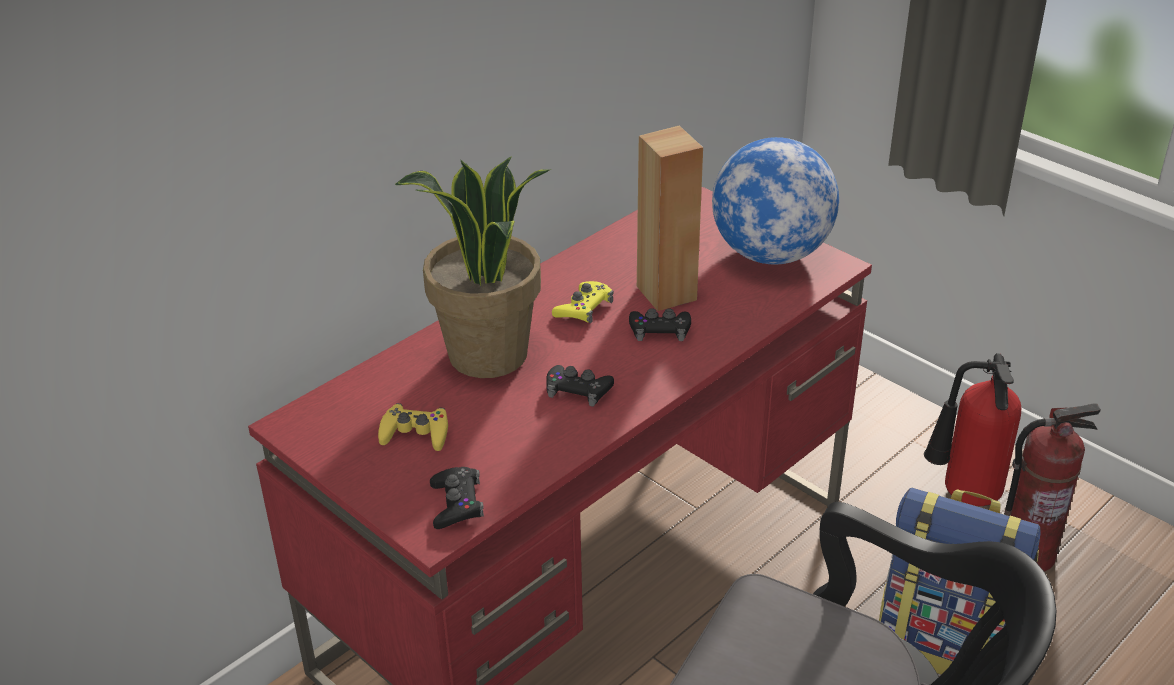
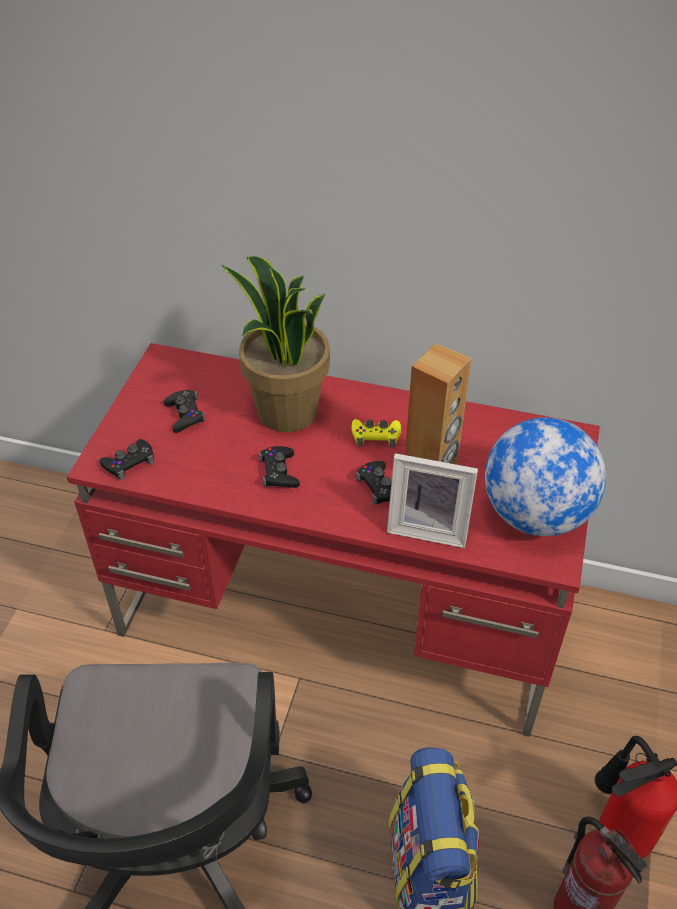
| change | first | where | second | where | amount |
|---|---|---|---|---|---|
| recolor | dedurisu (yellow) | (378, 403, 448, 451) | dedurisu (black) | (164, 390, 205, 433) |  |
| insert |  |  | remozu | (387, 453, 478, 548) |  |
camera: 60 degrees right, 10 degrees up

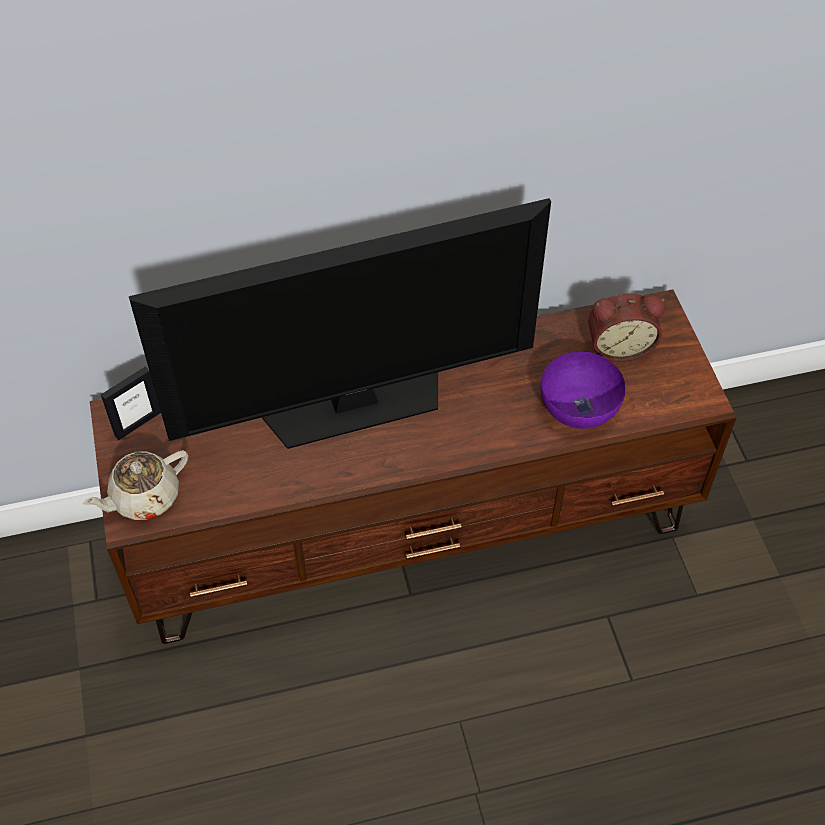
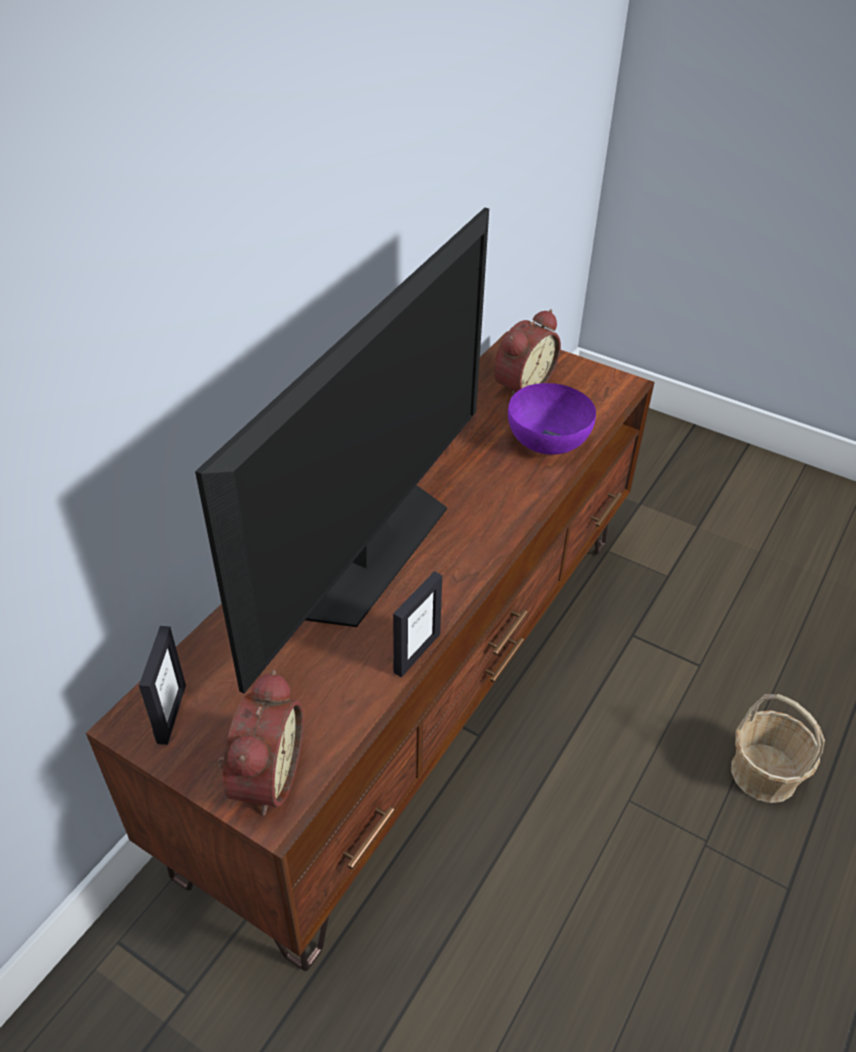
| change | first | where | second | where | amount |
|---|---|---|---|---|---|
| replace | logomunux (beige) | (83, 450, 188, 520) | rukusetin | (218, 670, 304, 816) |  |
| insert |  |  | remozu | (393, 571, 442, 677) |  |
| insert |  |  | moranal | (731, 694, 825, 803) |  |
camera: 45 degrees left, 10 degrees down

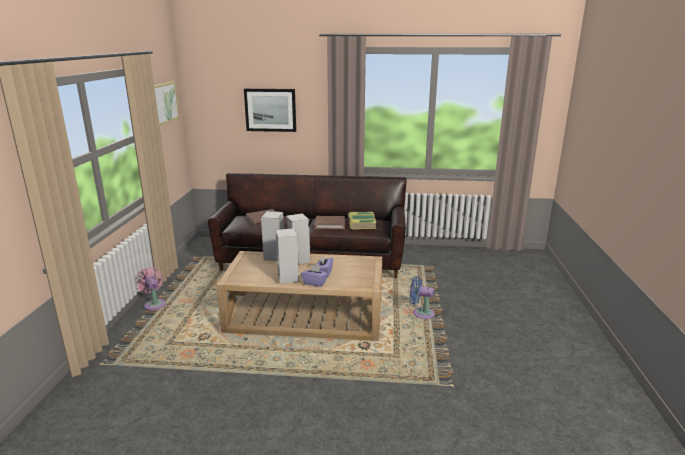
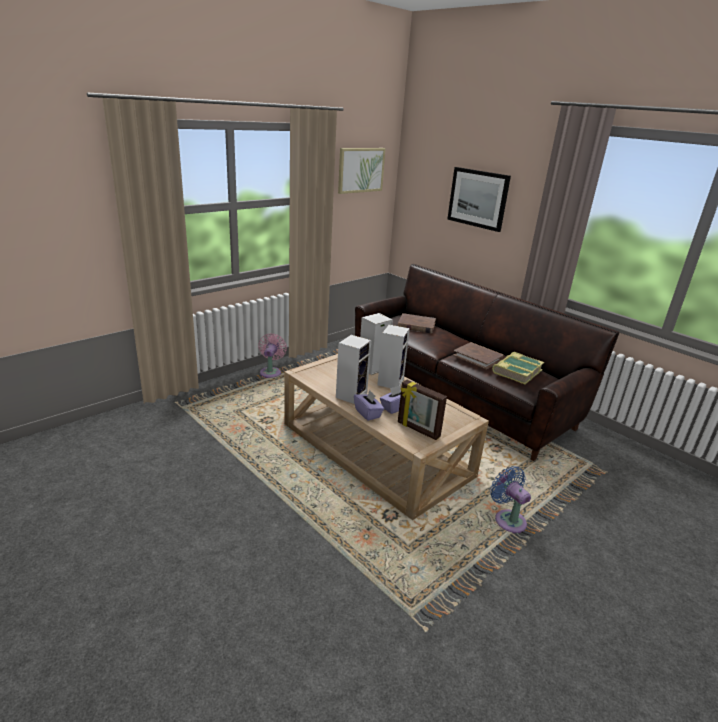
| change | first | where | second | where | amount |
|---|---|---|---|---|---|
| insert |  |  | remozu | (398, 380, 447, 440) |  |
camera: 40 degrees right, 5 degrees up

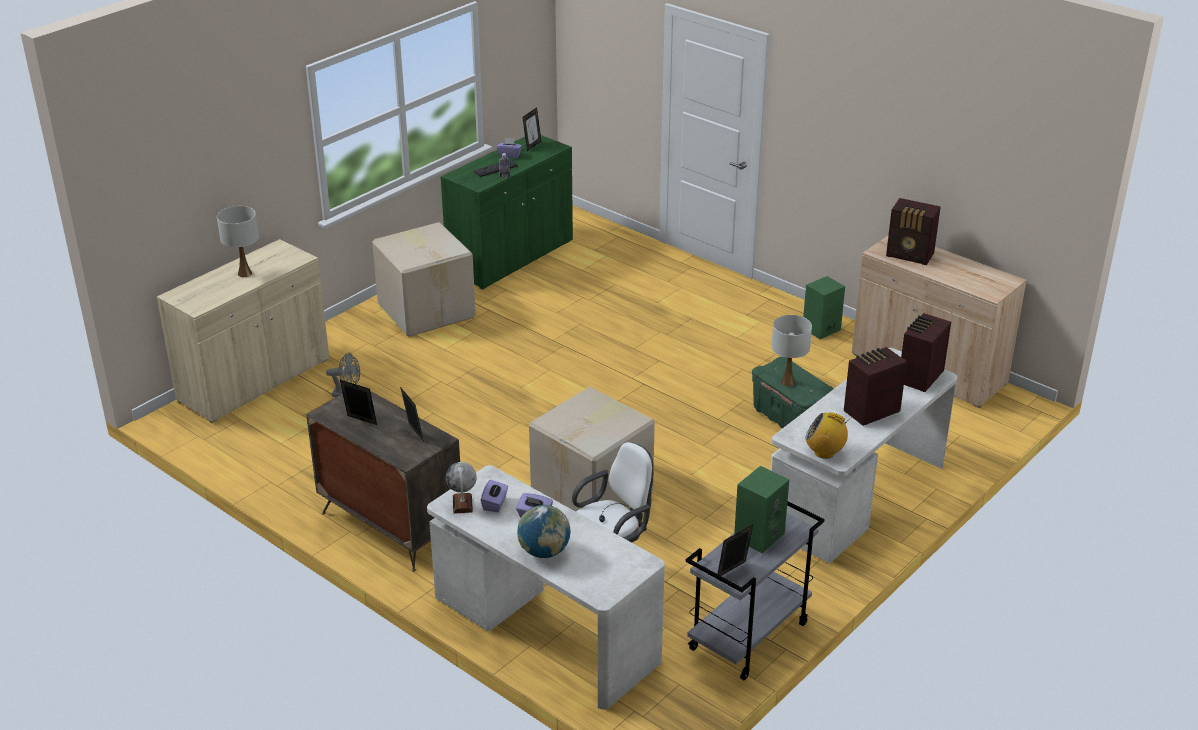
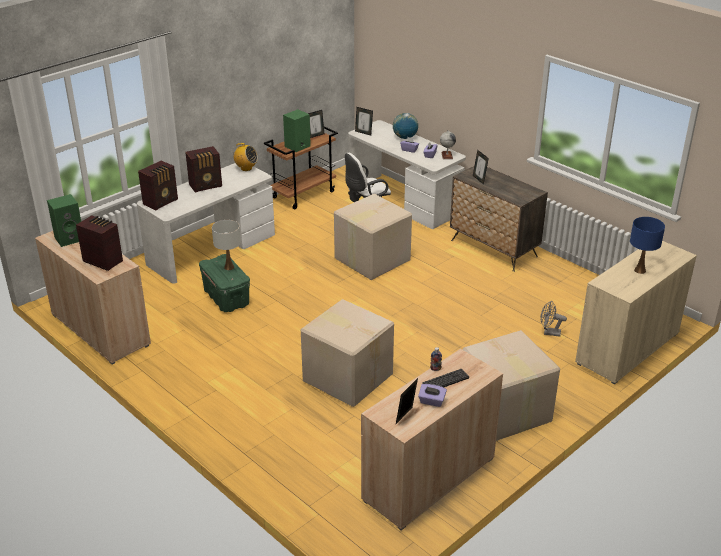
| change | first | where | second | where | amount |
|---|---|---|---|---|---|
| recolor | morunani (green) | (440, 135, 573, 290) | morunani (beige) | (361, 349, 503, 530) |  |
| recolor | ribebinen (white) | (217, 206, 259, 277) | ribebinen (blue) | (630, 217, 665, 274) |  |
| move | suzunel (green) | (803, 276, 845, 339) |  | (47, 194, 81, 247) |  |
| move | remozu | (340, 380, 377, 425) |  | (355, 107, 373, 136) |  |
| recolor | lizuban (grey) | (686, 501, 825, 680) | lizuban (brown) | (264, 126, 338, 209) |  |
| insert |  |  | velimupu | (301, 299, 394, 407) |  |
camera: 175 degrees left, 0 degrees up

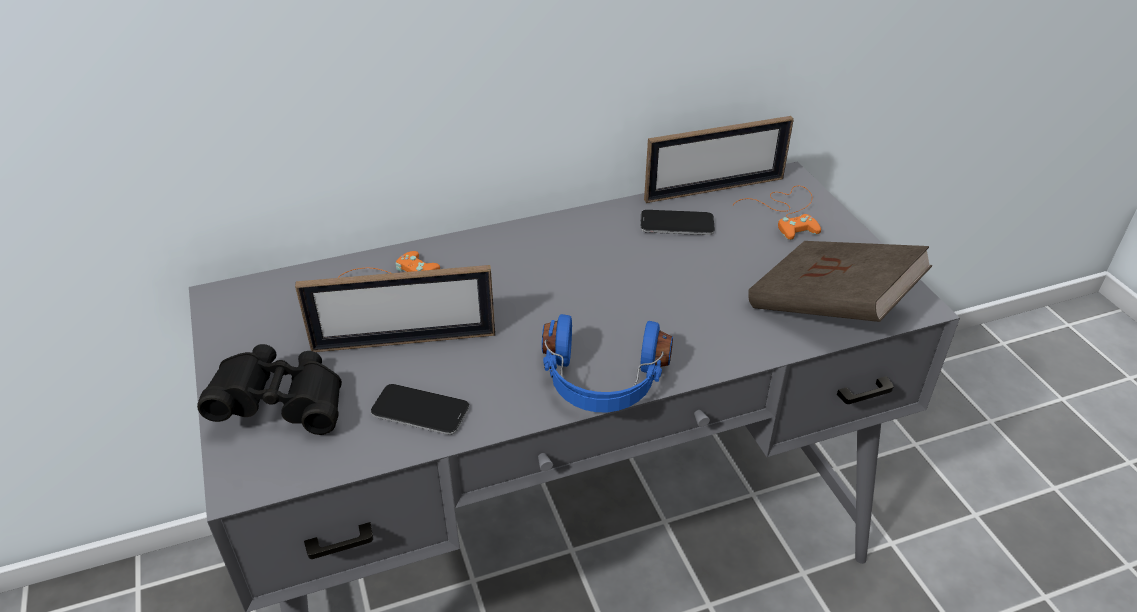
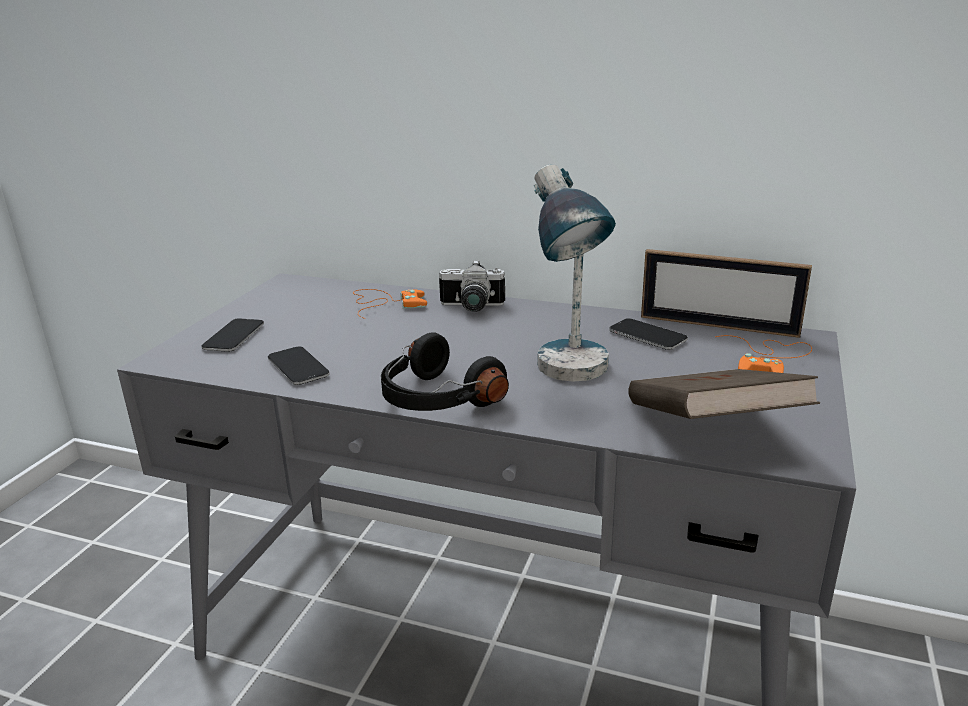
| change | first | where | second | where | amount |
|---|---|---|---|---|---|
| delete | remozu | (295, 265, 495, 352) |  |  |  |
| recolor | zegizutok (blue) | (542, 314, 673, 412) | zegizutok (black) | (381, 332, 509, 411) |  |
| replace | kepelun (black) | (197, 344, 342, 435) | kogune | (201, 319, 264, 352) |  |
| insert |  |  | ribebinen | (534, 165, 616, 382) |  |
| insert |  |  | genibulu | (439, 260, 505, 312) |  |
camera: 40 degrees right, 15 degrees down

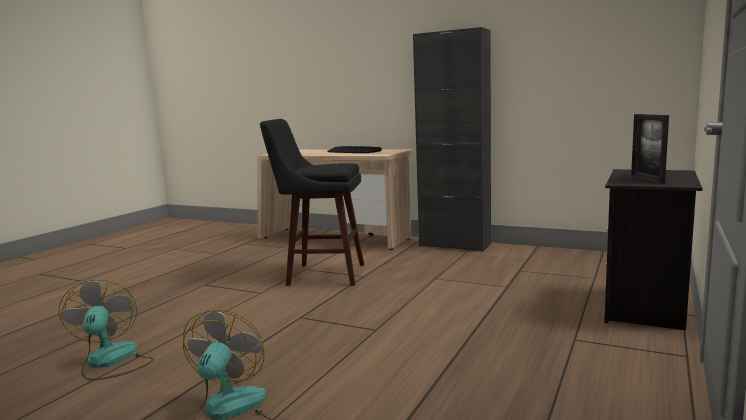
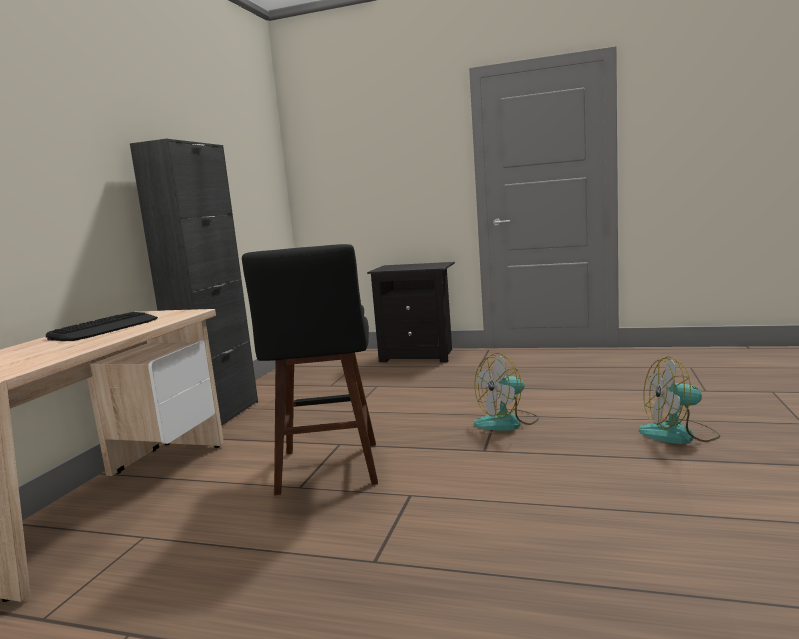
| change | first | where | second | where | amount |
|---|---|---|---|---|---|
| delete | remozu | (631, 114, 669, 184) |  |  |  |
| move | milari | (59, 279, 154, 381) |  | (474, 353, 539, 431) |  |
camera: 100 degrees left, 0 degrees up

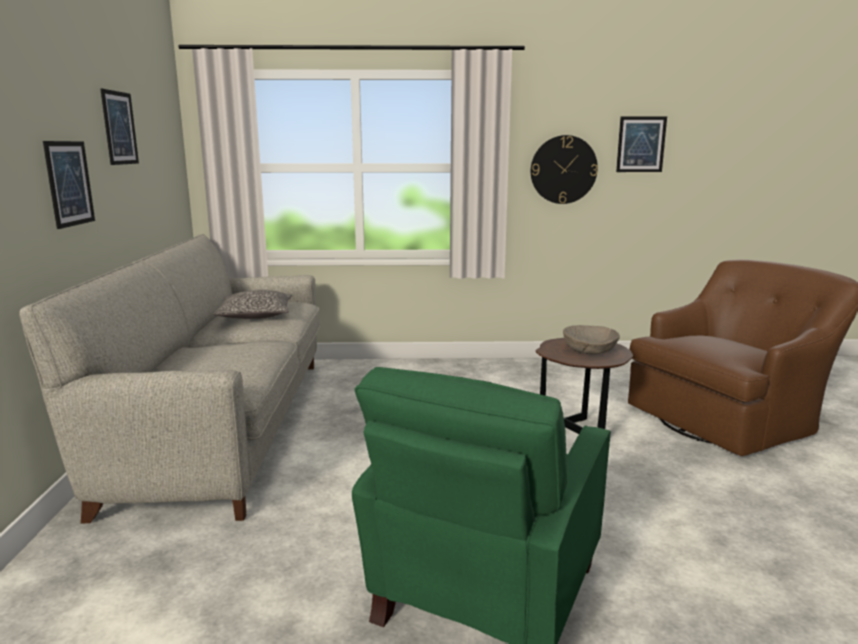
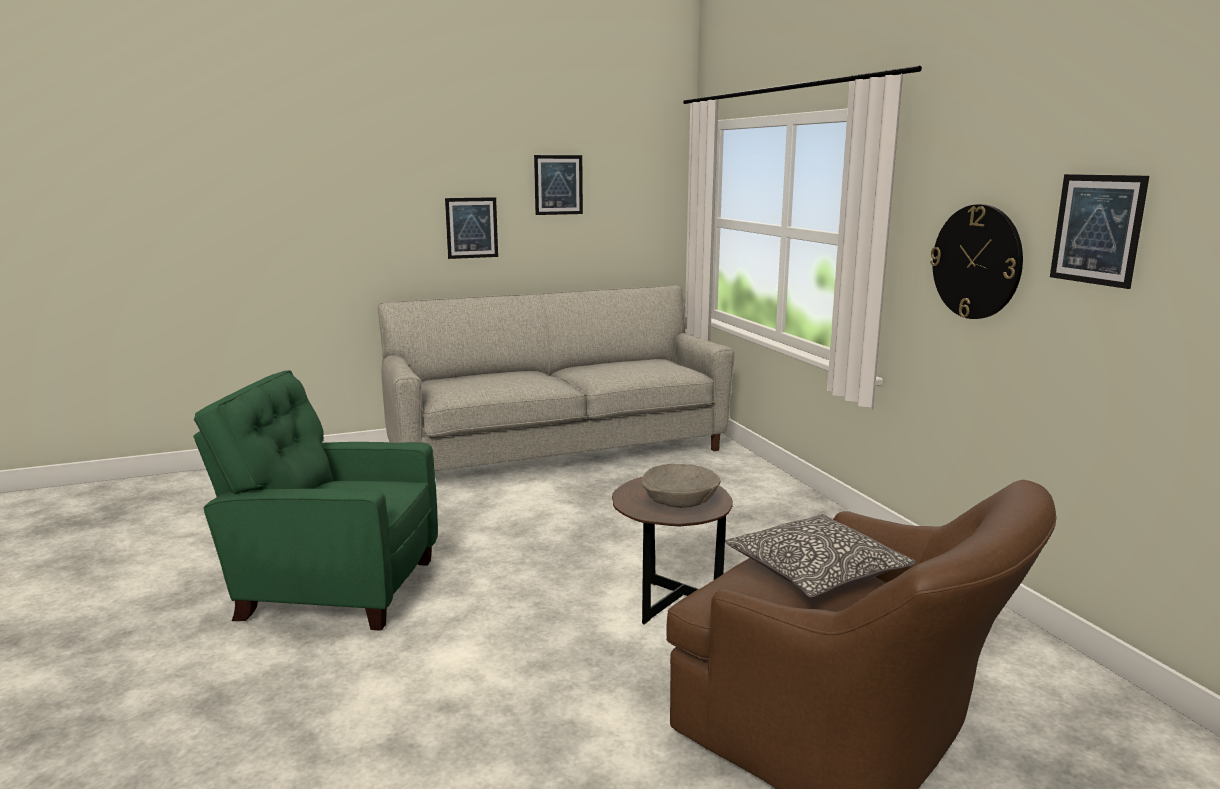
| change | first | where | second | where | amount |
|---|---|---|---|---|---|
| move | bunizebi | (213, 290, 292, 319) |  | (725, 514, 916, 598) |  |
camera: 70 degrees right, 0 degrees up

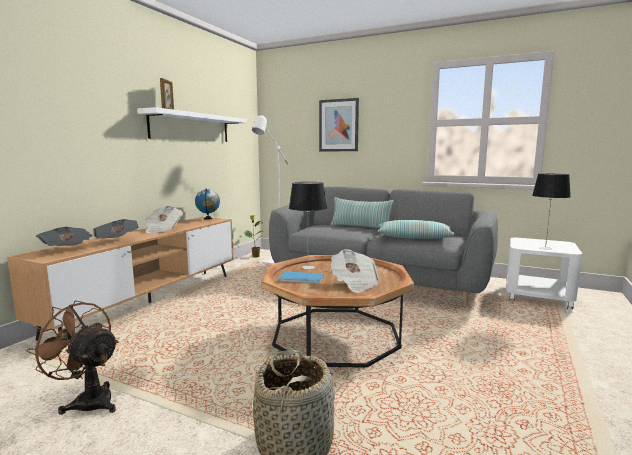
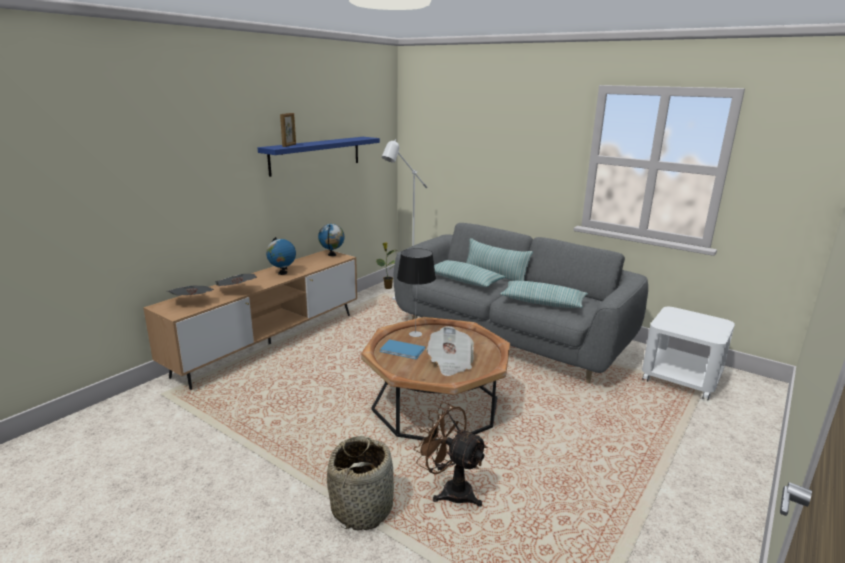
| change | first | where | second | where | amount |
|---|---|---|---|---|---|
| delete | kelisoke | (319, 98, 359, 151) |  |  |  |
| recolor | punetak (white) | (137, 107, 247, 142) | punetak (blue) | (258, 137, 380, 177) |  |
| delete | ribebinen | (532, 173, 571, 250) |  |  |  |
| replace | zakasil | (145, 206, 183, 233) | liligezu | (266, 237, 296, 275) |  |
| move | milari (brown) | (26, 300, 119, 415) |  | (414, 402, 488, 507) |  |
| insert |  |  | bunizebi | (434, 260, 505, 287) |  |
camera: 10 degrees right, 10 degrees up

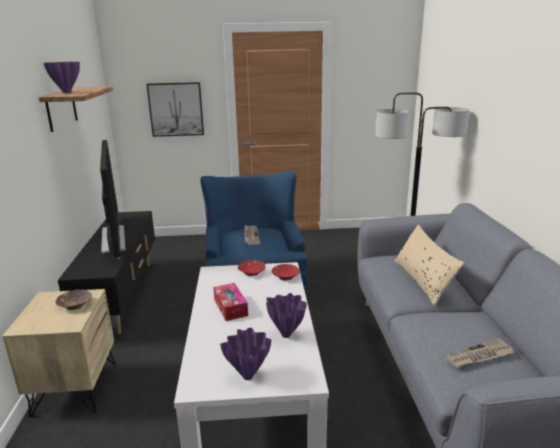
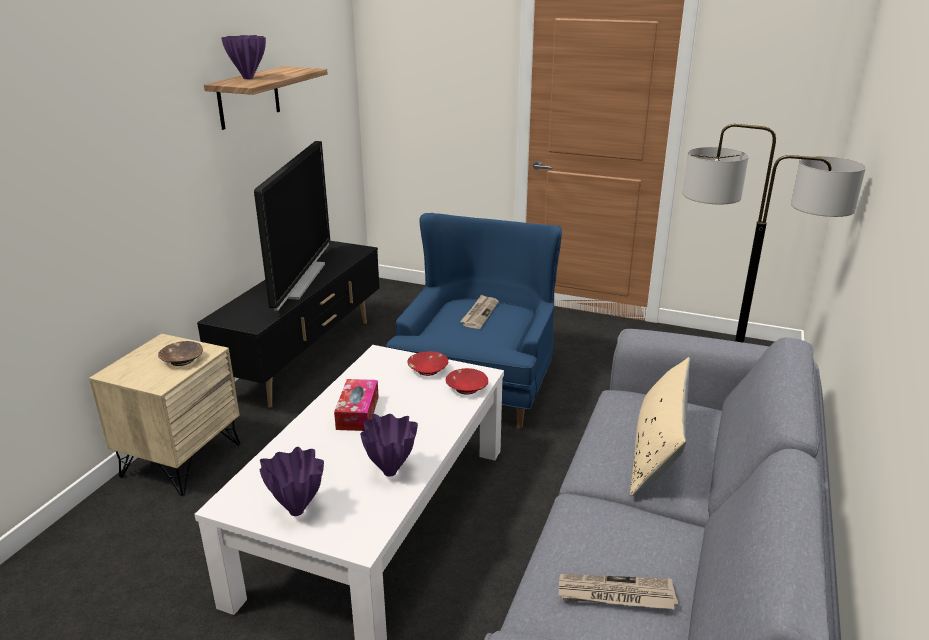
| change | first | where | second | where | amount |
|---|---|---|---|---|---|
| delete | kelisoke | (146, 82, 204, 137) |  |  |  |
camera: 25 degrees right, 5 degrees up

